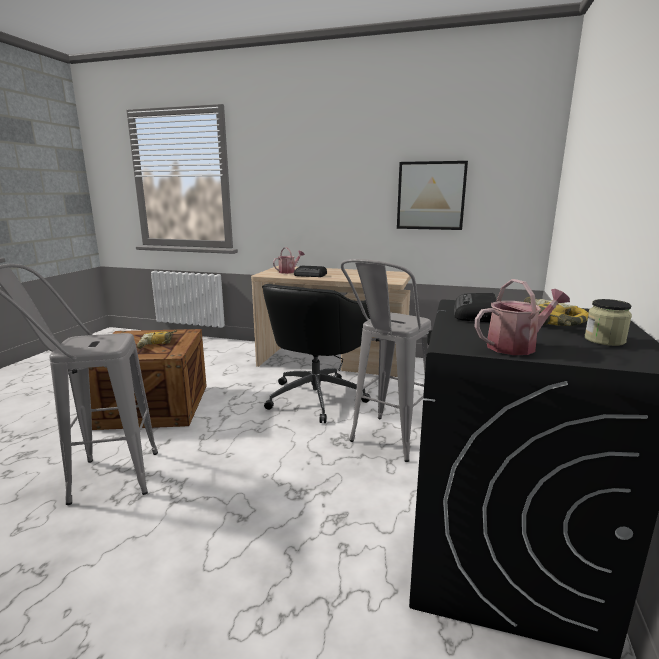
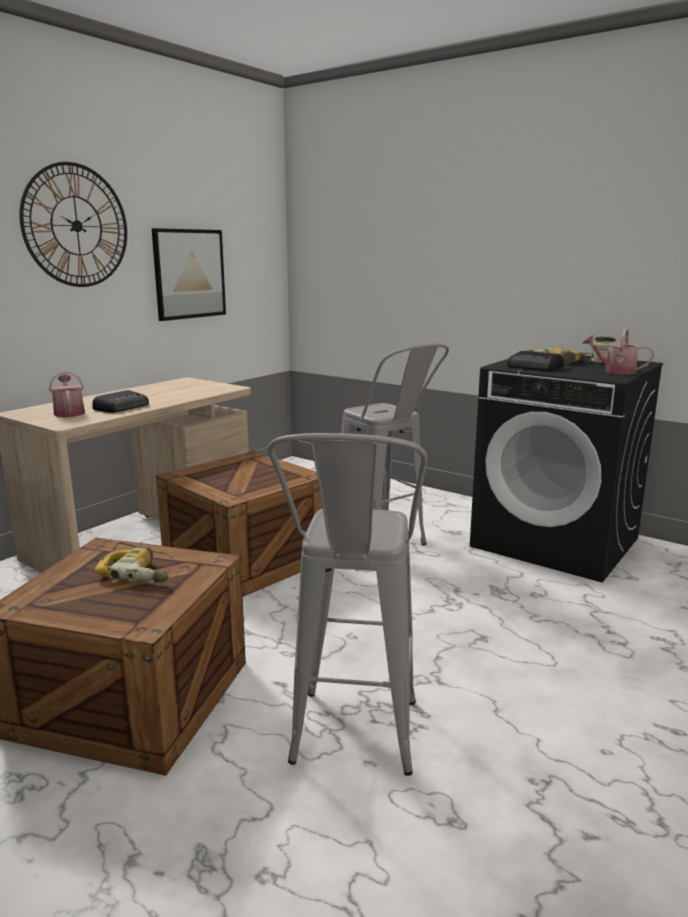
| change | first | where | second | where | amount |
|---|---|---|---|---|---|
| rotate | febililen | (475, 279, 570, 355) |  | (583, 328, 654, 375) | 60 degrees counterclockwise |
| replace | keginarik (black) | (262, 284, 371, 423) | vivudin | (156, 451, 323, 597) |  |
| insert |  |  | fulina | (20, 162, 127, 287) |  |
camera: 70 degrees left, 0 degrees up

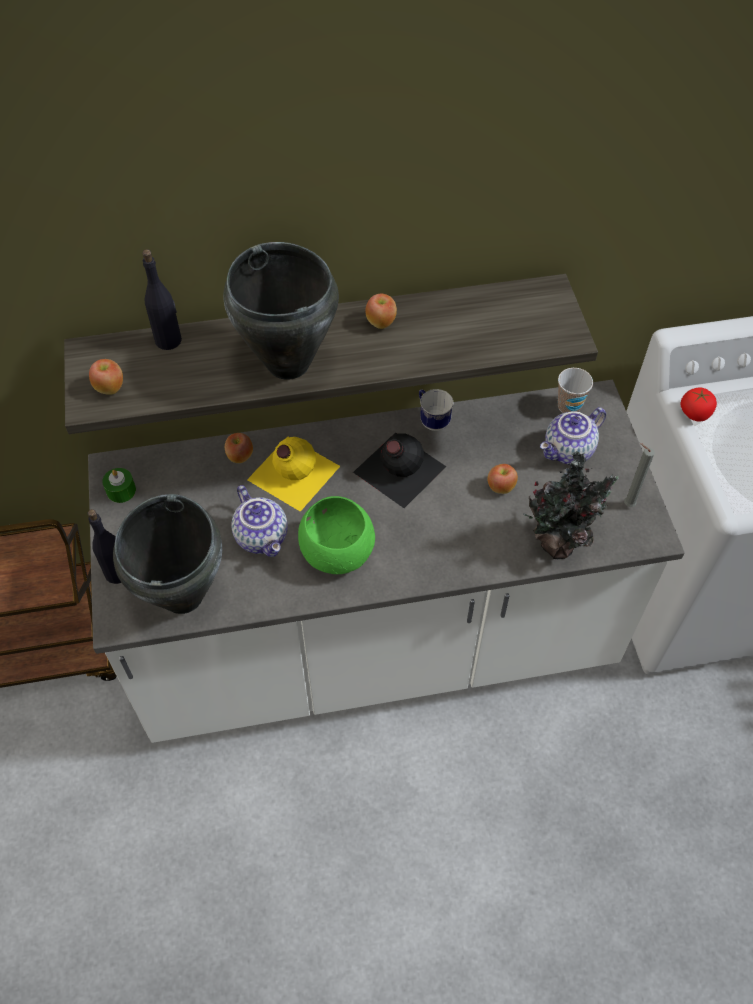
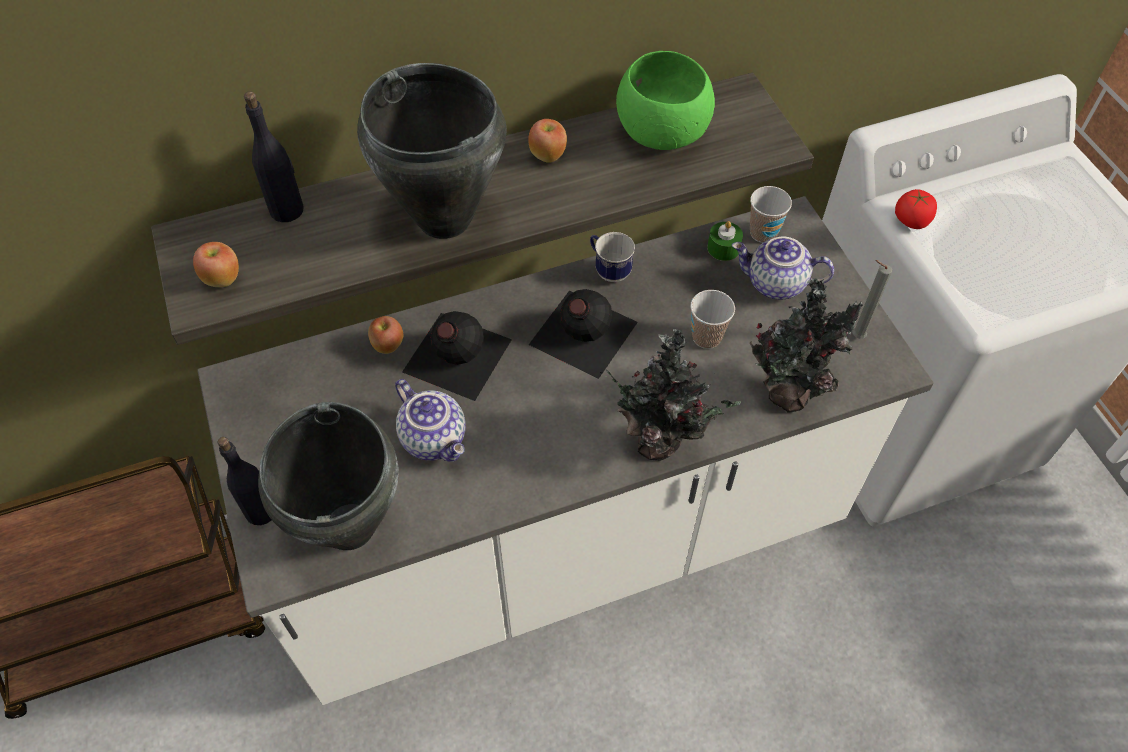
| change | first | where | second | where | amount |
|---|---|---|---|---|---|
| rotate | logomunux | (540, 407, 606, 464) |  | (732, 237, 834, 300) | 60 degrees clockwise |
| recolor | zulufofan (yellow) | (247, 437, 340, 512) | zulufofan (black) | (402, 311, 512, 401) |  |
| replace | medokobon | (488, 464, 518, 494) | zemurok | (690, 290, 735, 349) |  |
| move | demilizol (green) | (102, 468, 136, 503) |  | (707, 221, 743, 261) |  |
| move | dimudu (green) | (298, 496, 375, 574) |  | (616, 51, 715, 150) |  |
| insert |  |  | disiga | (600, 329, 741, 461) |  |
camera: 10 degrees left, 0 degrees up

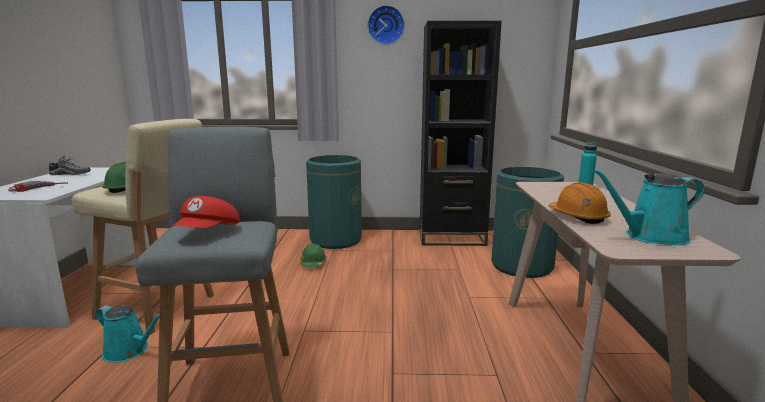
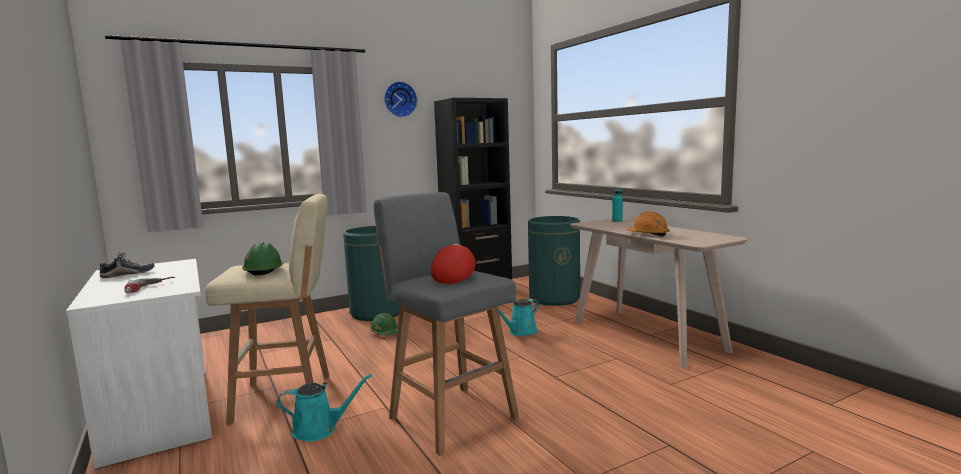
| change | first | where | second | where | amount |
|---|---|---|---|---|---|
| move | febililen (turquoise) | (592, 169, 705, 245) |  | (498, 299, 539, 336) |  |
| rotate | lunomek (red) | (173, 196, 240, 228) |  | (431, 244, 476, 284) | 150 degrees counterclockwise |
camera: 30 degrees left, 5 degrees down

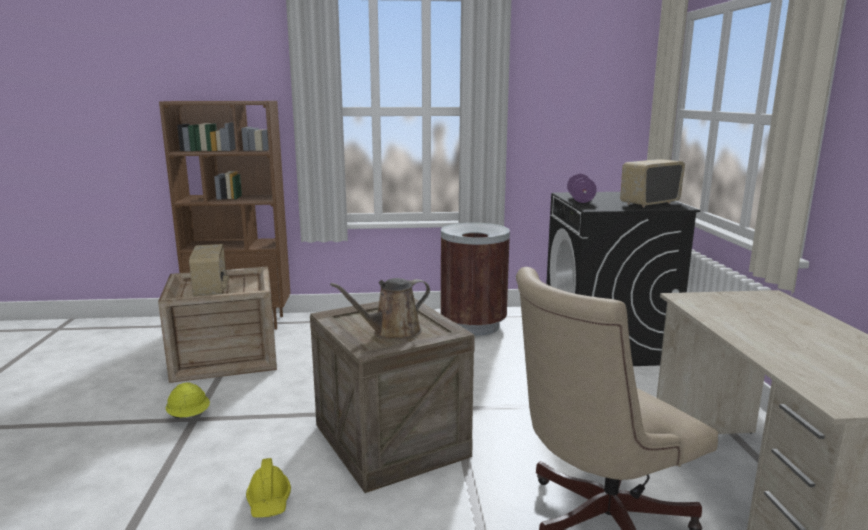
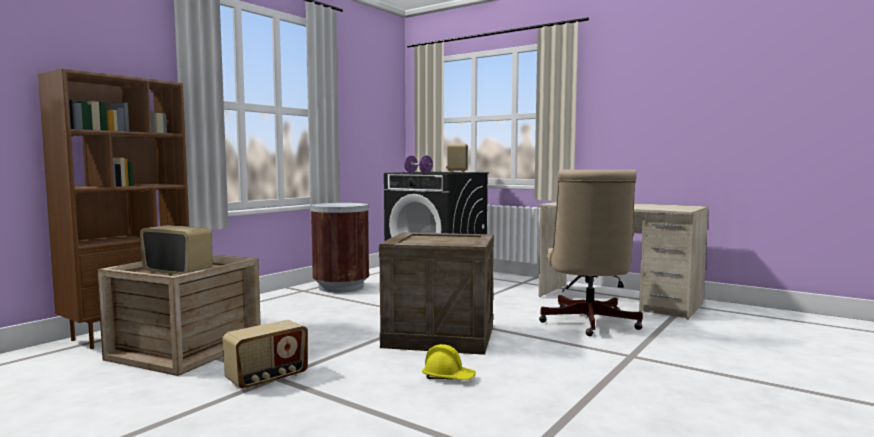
| change | first | where | second | where | amount |
|---|---|---|---|---|---|
| delete | febililen (brown) | (330, 278, 430, 339) |  |  |  |
| replace | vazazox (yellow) | (166, 382, 210, 418) | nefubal | (222, 320, 308, 389) |  |
camera: 50 degrees left, 10 degrees down

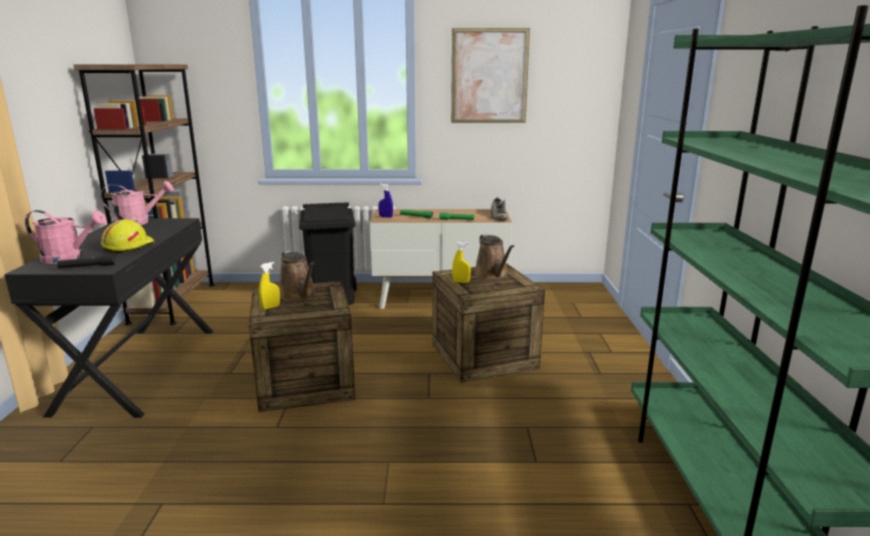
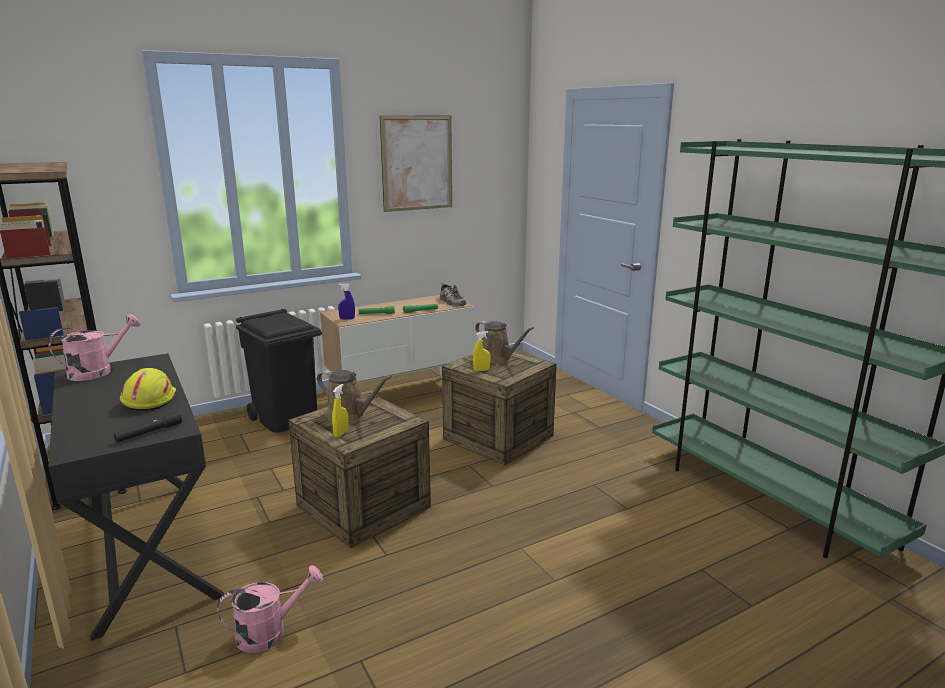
| change | first | where | second | where | amount |
|---|---|---|---|---|---|
| move | febililen (pink) | (25, 210, 107, 264) |  | (217, 565, 323, 653) |  |
camera: 30 degrees left, 0 degrees up

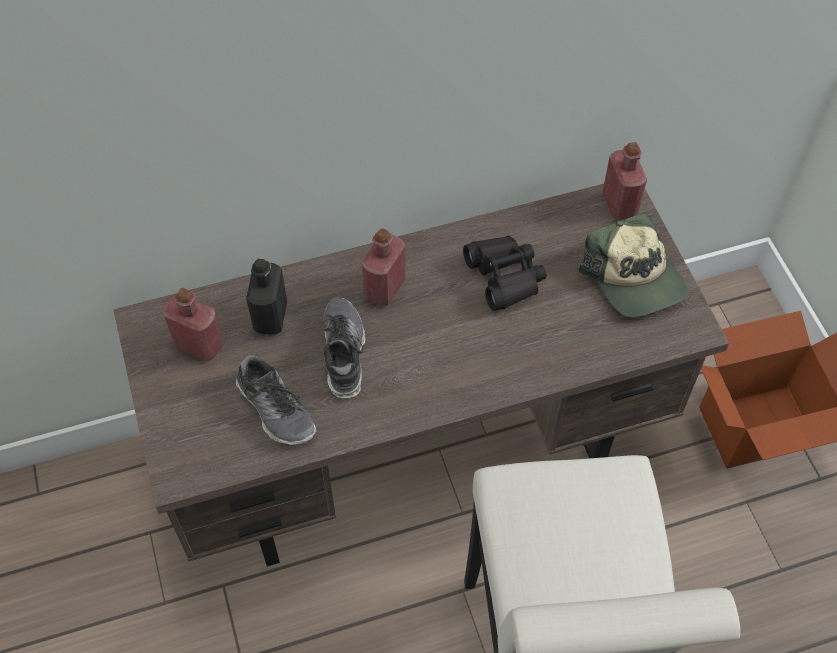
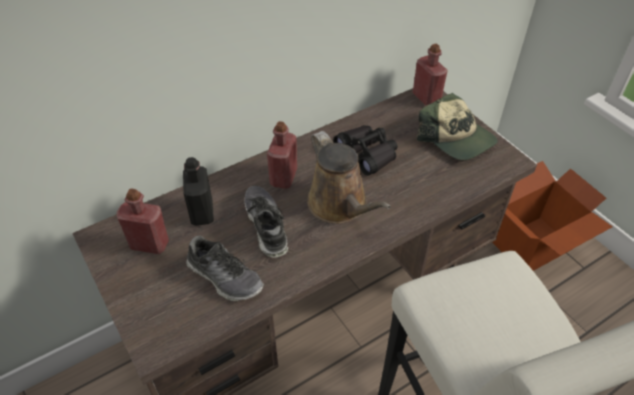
| change | first | where | second | where | amount |
|---|---|---|---|---|---|
| insert |  |  | febililen (brown) | (307, 131, 391, 224) |  |
camera: 15 degrees left, 10 degrees down

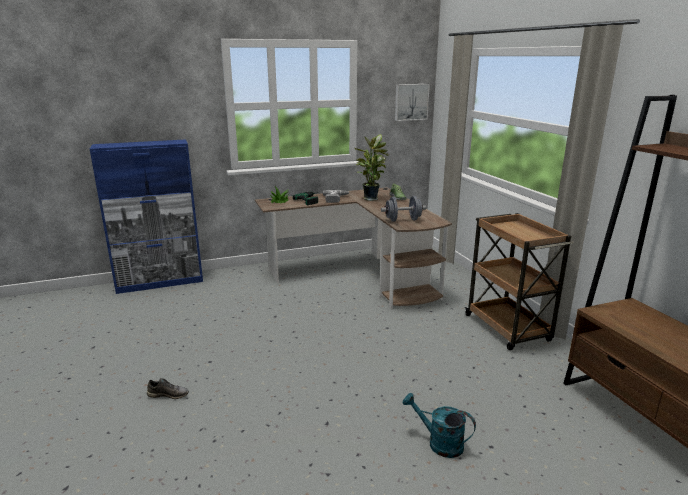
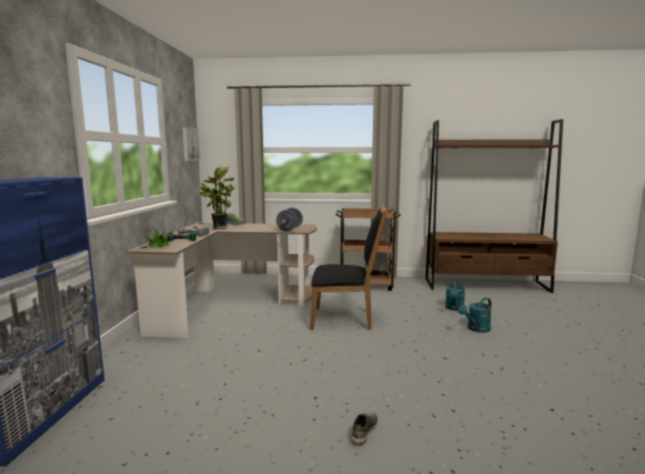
| change | first | where | second | where | amount |
|---|---|---|---|---|---|
| insert |  |  | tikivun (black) | (310, 205, 387, 330) |  |
| insert |  |  | febililen (turquoise) | (445, 280, 465, 311) |  |
camera: 65 degrees left, 10 degrees down

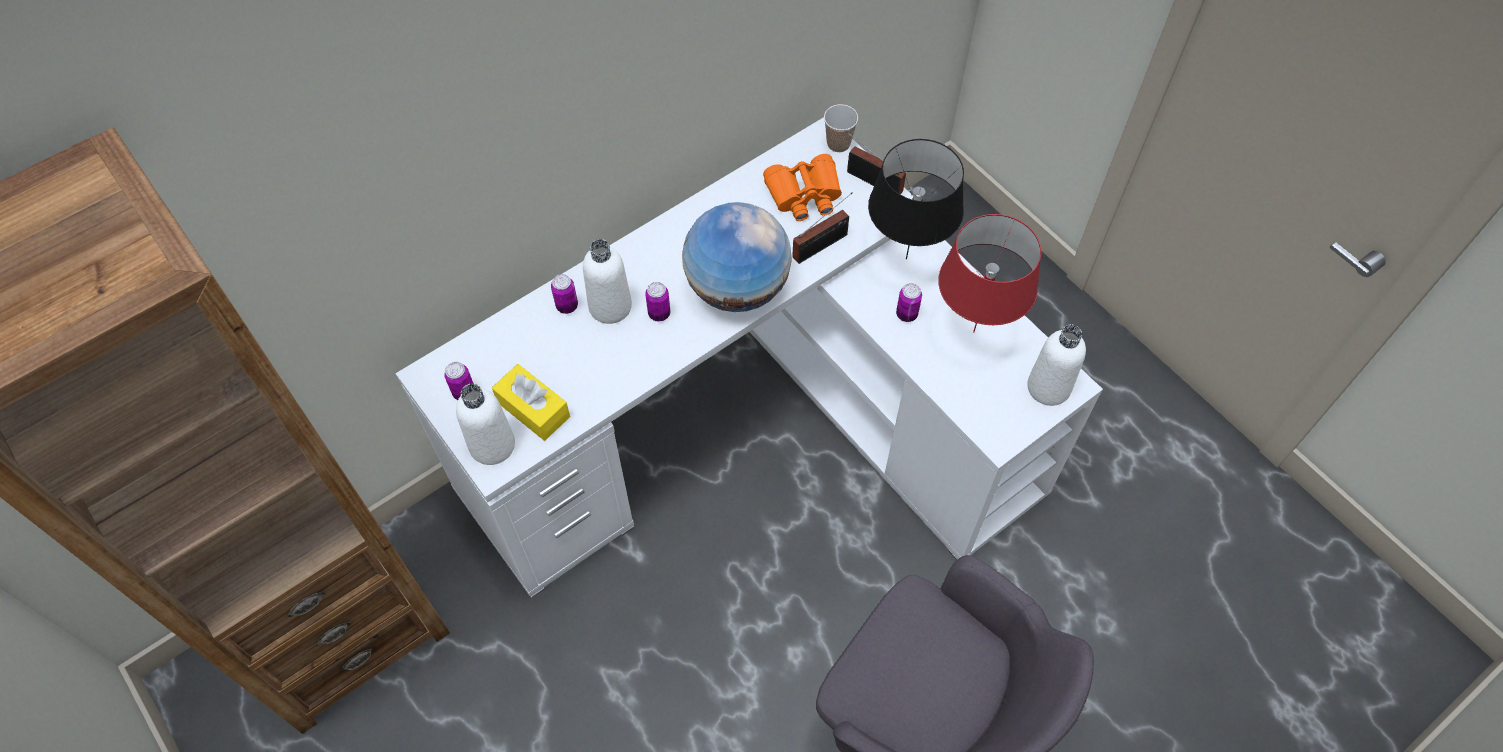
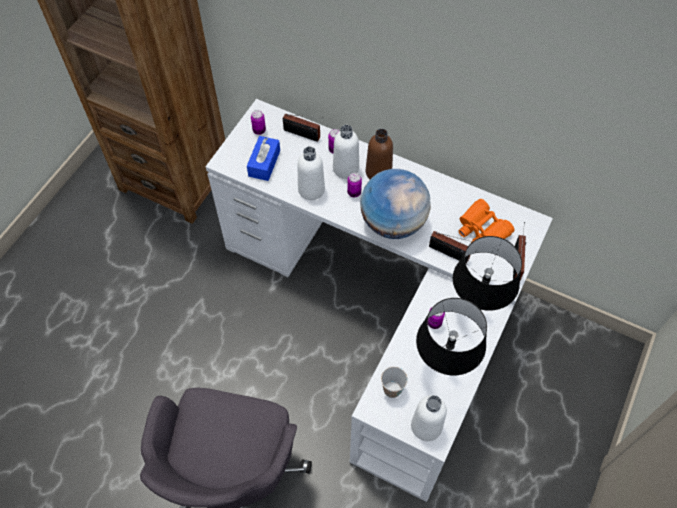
| change | first | where | second | where | amount |
|---|---|---|---|---|---|
| move | zemurok | (824, 104, 858, 152) |  | (381, 366, 408, 398) |  |
| recolor | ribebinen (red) | (938, 214, 1041, 333) | ribebinen (black) | (416, 298, 487, 375) |  |
| recolor | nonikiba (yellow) | (492, 364, 570, 441) | nonikiba (blue) | (247, 136, 280, 181) |  |
| move | zulufofan (white) | (456, 383, 515, 465) |  | (297, 146, 325, 200) |  |
| insert |  |  | nefubal | (283, 114, 323, 142) |  |
| insert |  |  | zulufofan (brown) | (366, 129, 393, 179) |  |
camera: 65 degrees right, 0 degrees up

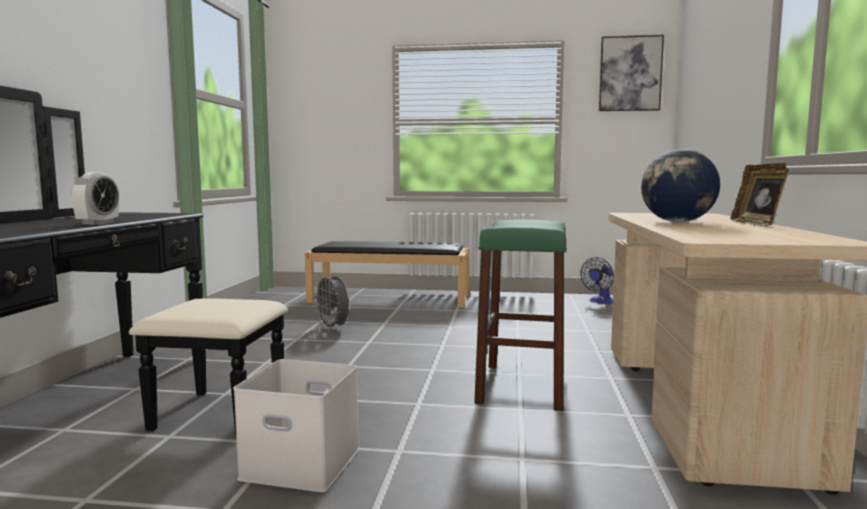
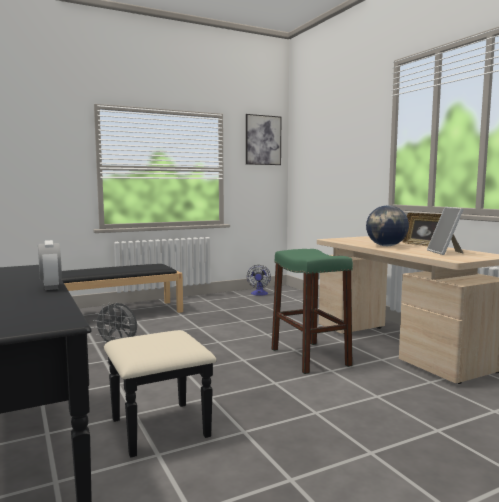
| change | first | where | second | where | amount |
|---|---|---|---|---|---|
| delete | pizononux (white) | (233, 359, 359, 492) |  |  |  |
| insert |  |  | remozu | (427, 207, 464, 255) |  |
camera: 35 degrees left, 0 degrees up

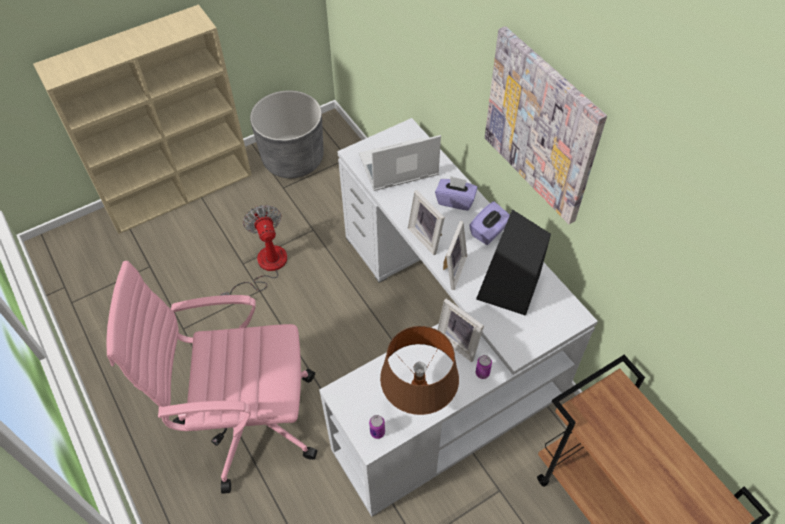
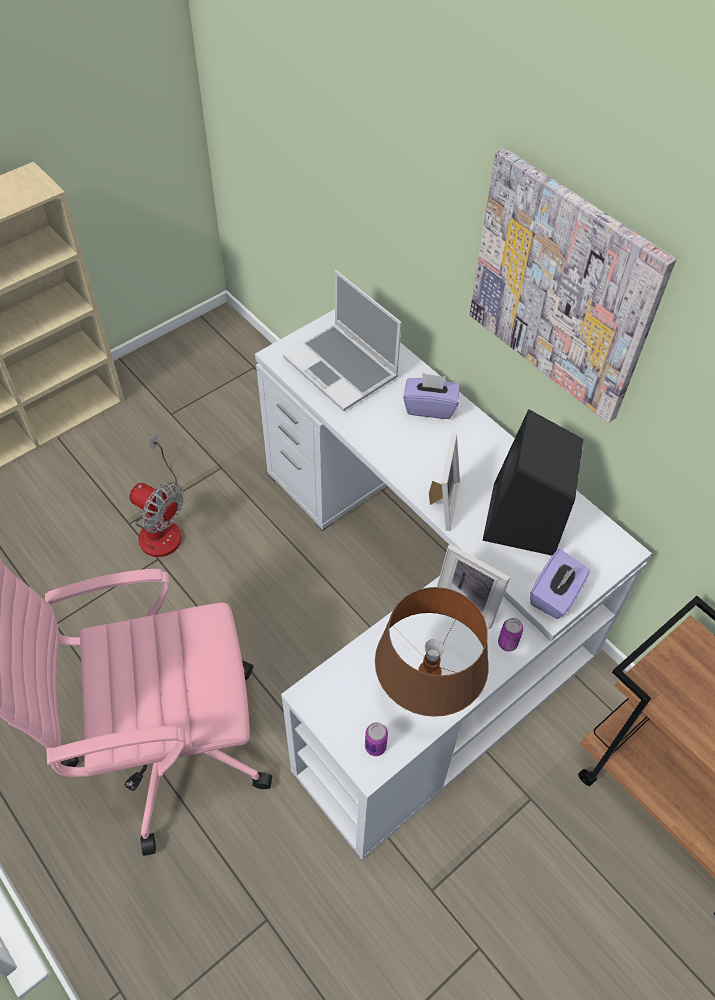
| change | first | where | second | where | amount |
|---|---|---|---|---|---|
| delete | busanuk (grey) | (250, 91, 324, 178) |  |  |  |
| rotate | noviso | (359, 135, 441, 191) |  | (283, 270, 402, 411) | 105 degrees counterclockwise |
| delete | remozu | (408, 190, 445, 255) |  |  |  |
| move | nonikiba (purple) | (469, 202, 510, 245) |  | (530, 549, 590, 619) |  |
| rotate | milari | (220, 205, 287, 296) |  | (129, 433, 184, 557) | 150 degrees clockwise |
camera: 10 degrees left, 0 degrees up

